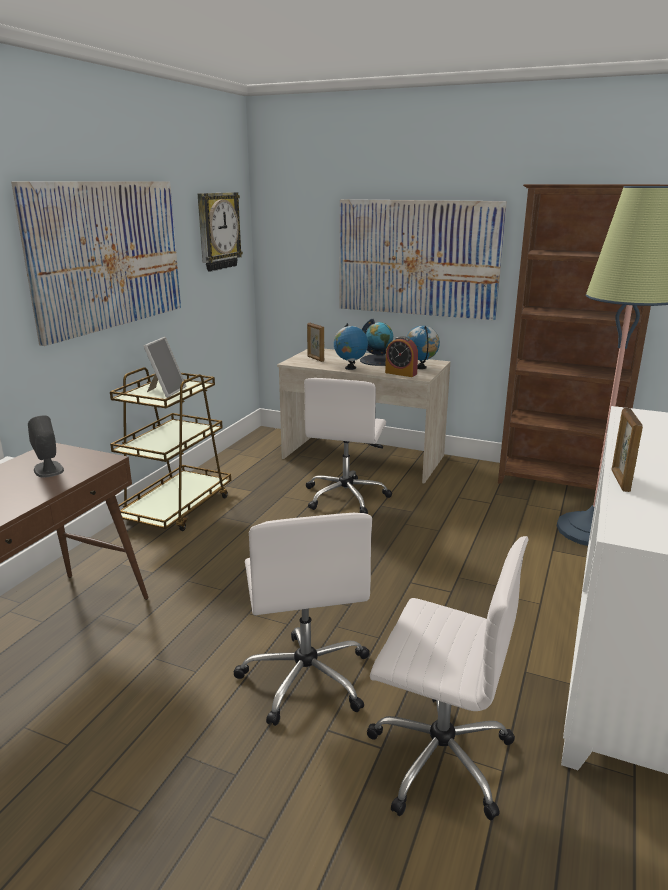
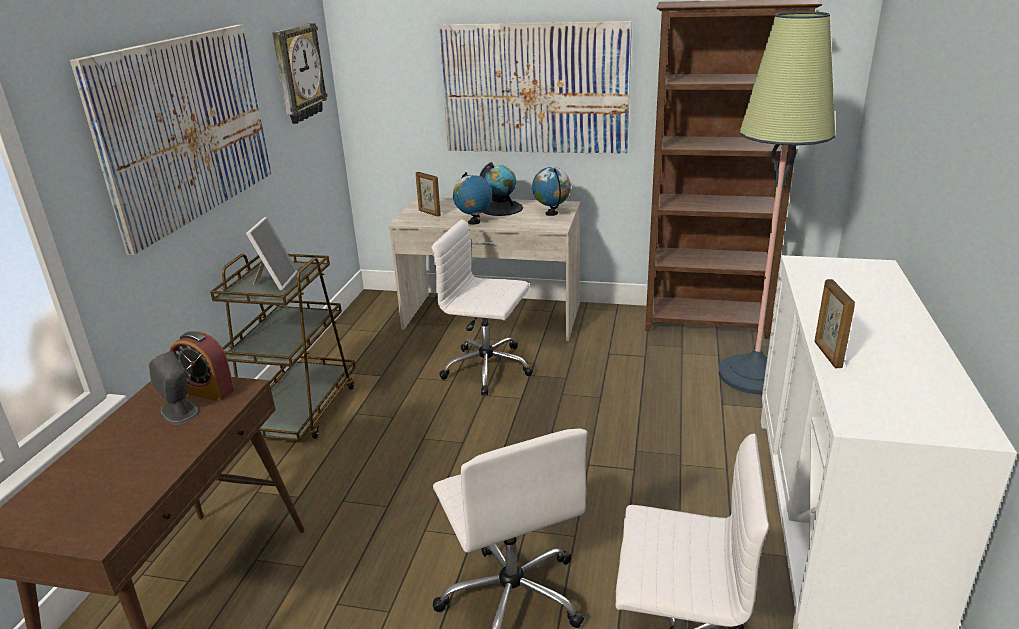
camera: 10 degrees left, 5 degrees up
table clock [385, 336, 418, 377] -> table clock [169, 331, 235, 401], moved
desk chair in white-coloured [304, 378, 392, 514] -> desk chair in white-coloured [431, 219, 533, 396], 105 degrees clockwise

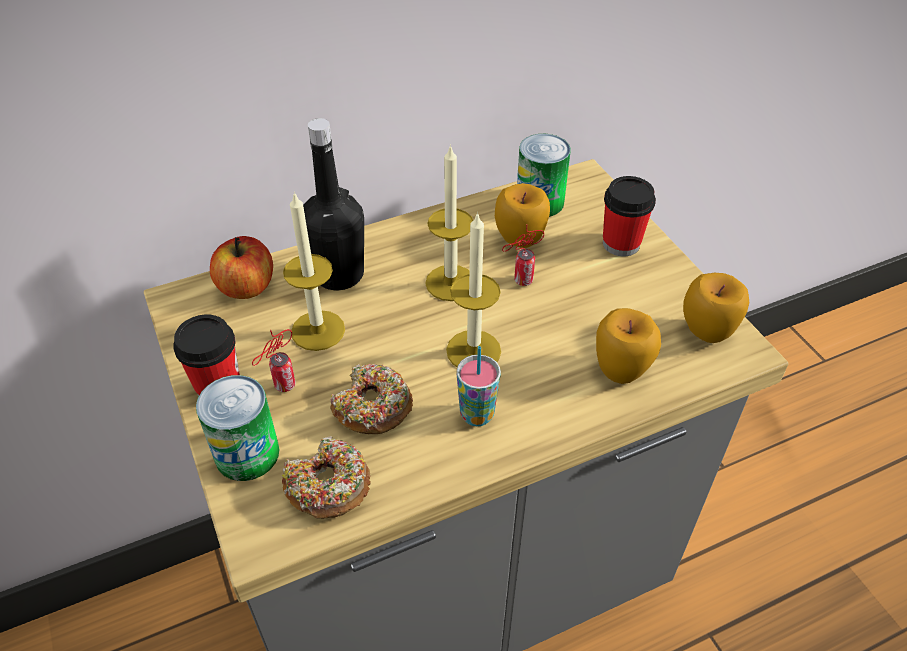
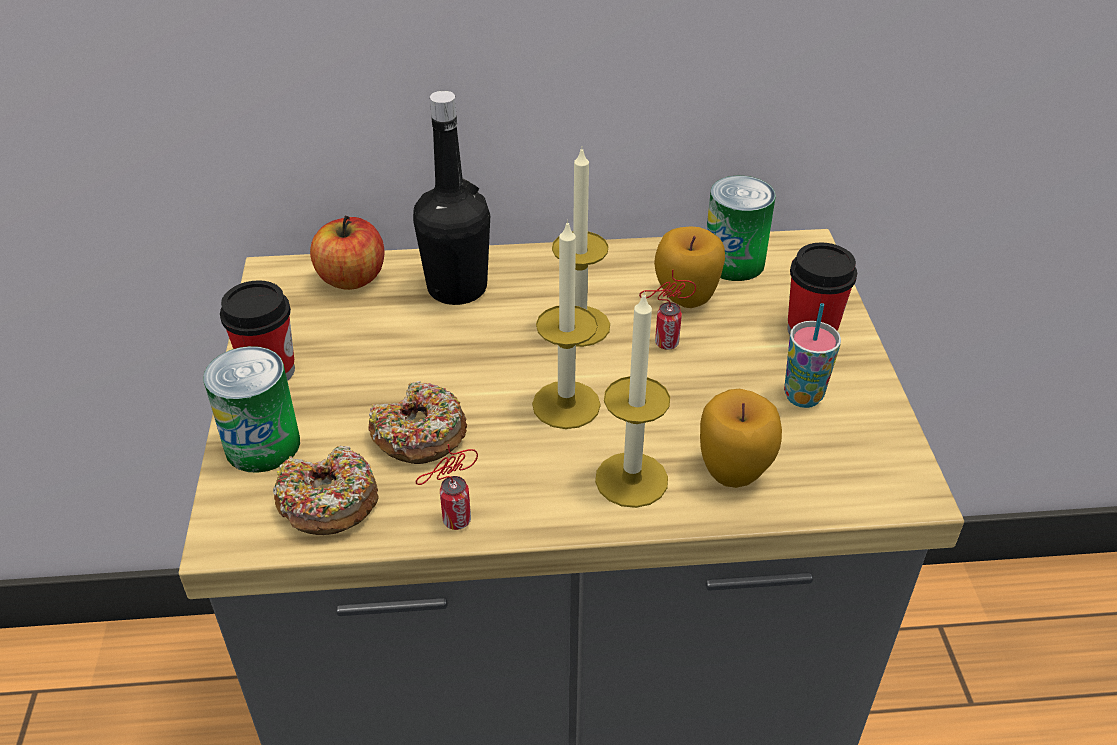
camera: 20 degrees right, 5 degrees down
whole apple [683, 273, 749, 343] -> none
can [252, 329, 296, 392] -> can [416, 444, 478, 530], moved
wax candle [283, 192, 345, 351] -> wax candle [595, 292, 670, 508], moved
drinking cup [456, 346, 501, 426] -> drinking cup [784, 303, 841, 408], moved

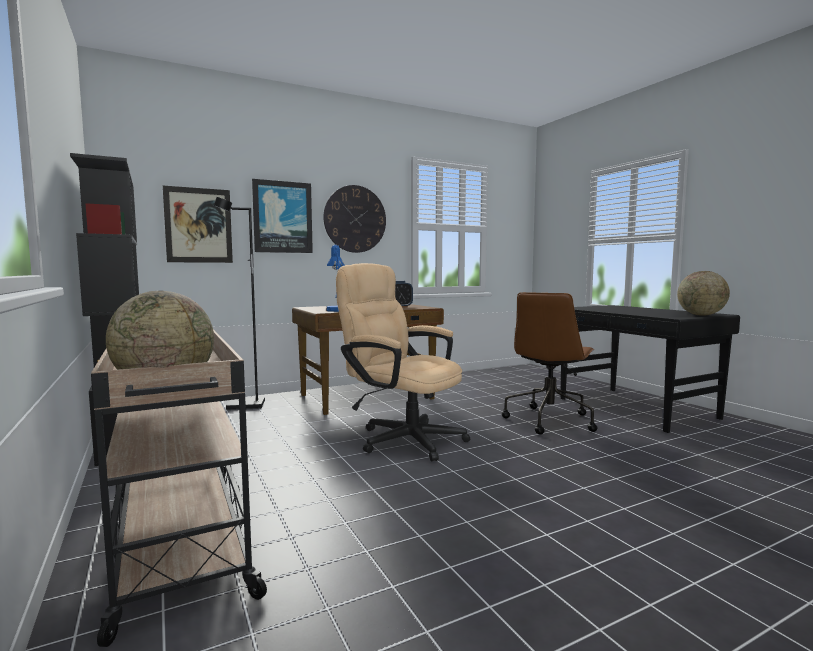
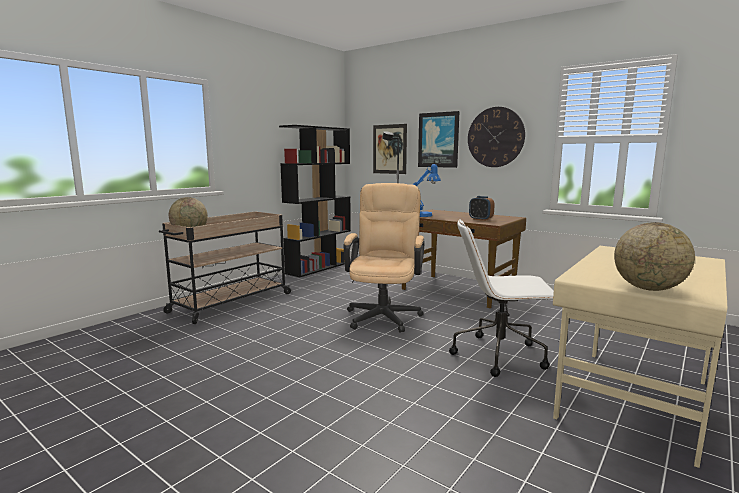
camera: 65 degrees right, 5 degrees up
desk chair in brown-coloured [502, 292, 597, 435] -> desk chair in white-coloured [449, 219, 554, 377]
desk unit in black [560, 305, 740, 433] -> desk unit in beige-coloured [553, 246, 727, 468]

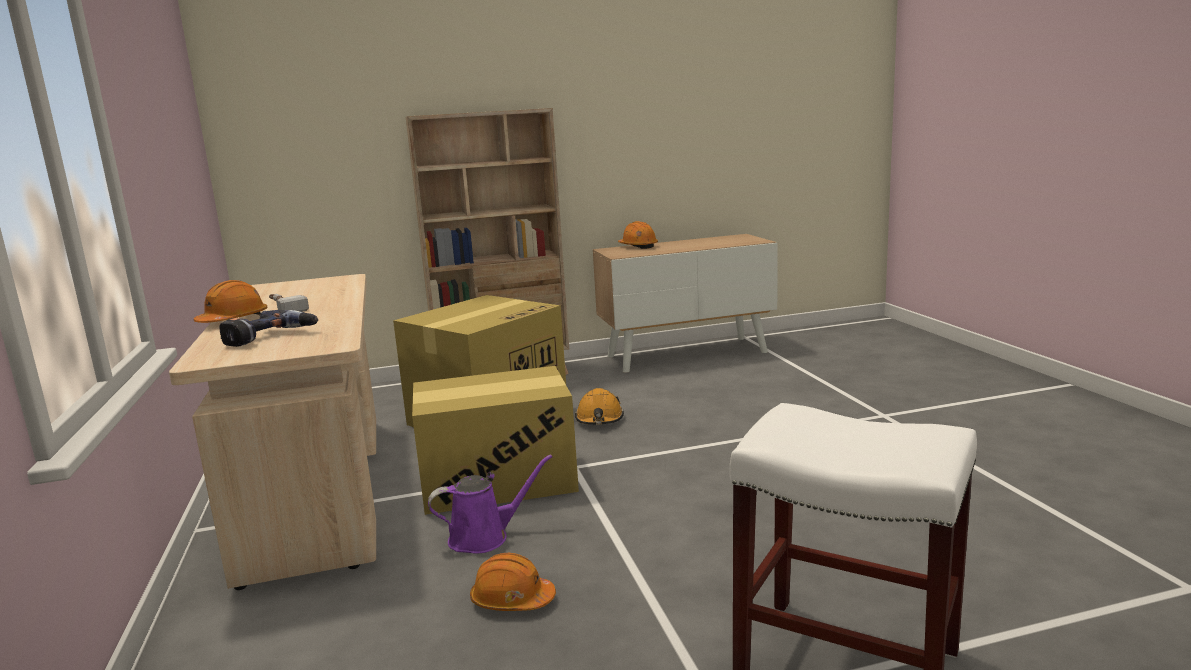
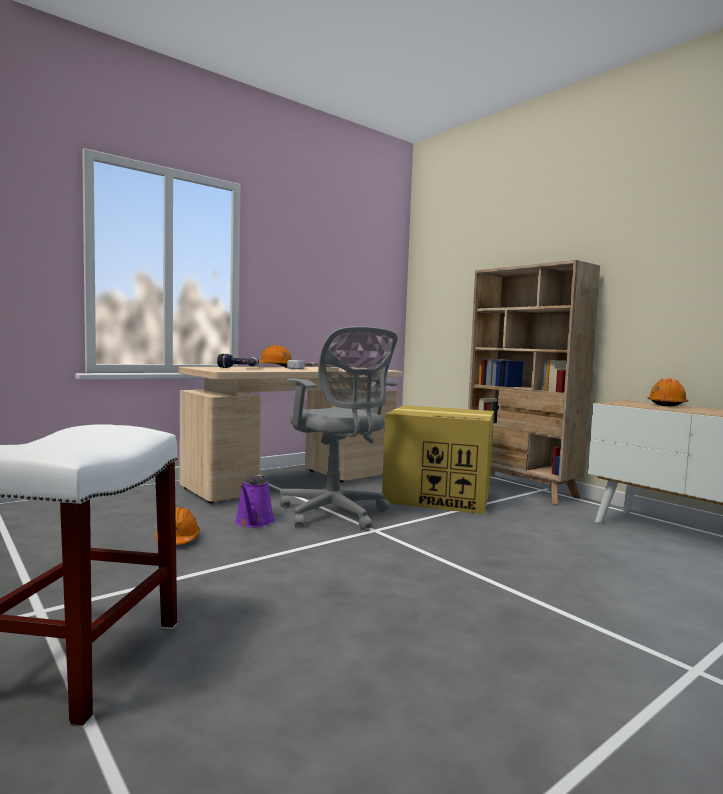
camera: 65 degrees right, 10 degrees down
hard hat in orangey [575, 388, 624, 425] -> none
cardboard box [412, 366, 579, 515] -> desk chair in gray [280, 326, 398, 530]
sprinkling can in purple-coloured [428, 455, 552, 554] -> sprinkling can in purple-coloured [235, 475, 275, 527], 45 degrees clockwise

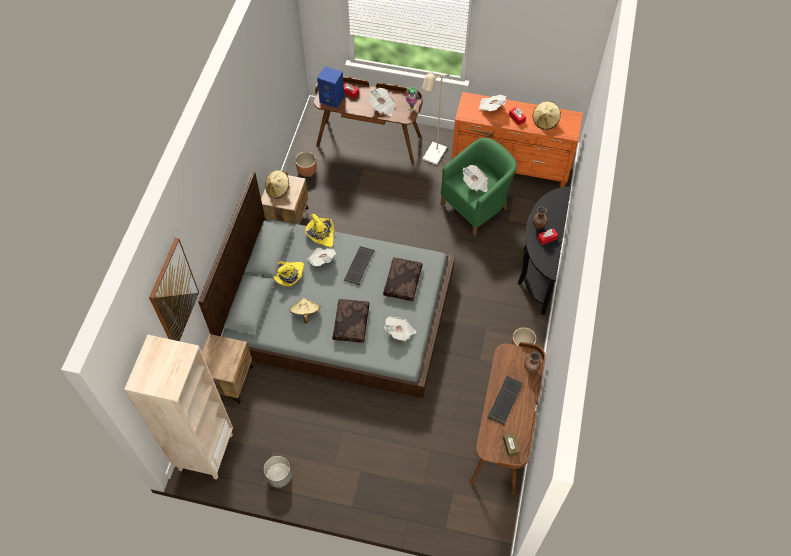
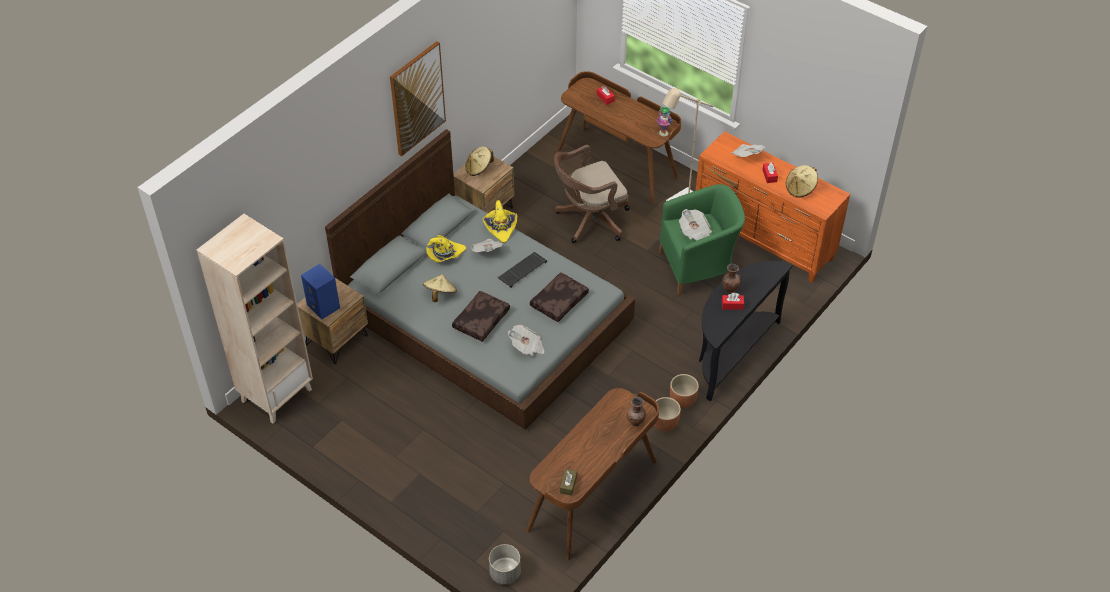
camera: 25 degrees right, 10 degrees down
newspaper [369, 88, 396, 116] -> none
keyboard [487, 376, 523, 425] -> none
none -> desk chair in brown-coloured [554, 145, 630, 243]
wall picture [149, 238, 199, 341] -> wall picture [390, 41, 446, 157], moved
flower pot in gray [264, 456, 292, 487] -> flower pot in gray [489, 544, 521, 585], moved
flower pot in brown-coloured [295, 151, 317, 176] -> flower pot in brown-coloured [670, 374, 699, 408], moved
speaker in blue [317, 66, 344, 108] -> speaker in blue [301, 264, 340, 319], moved

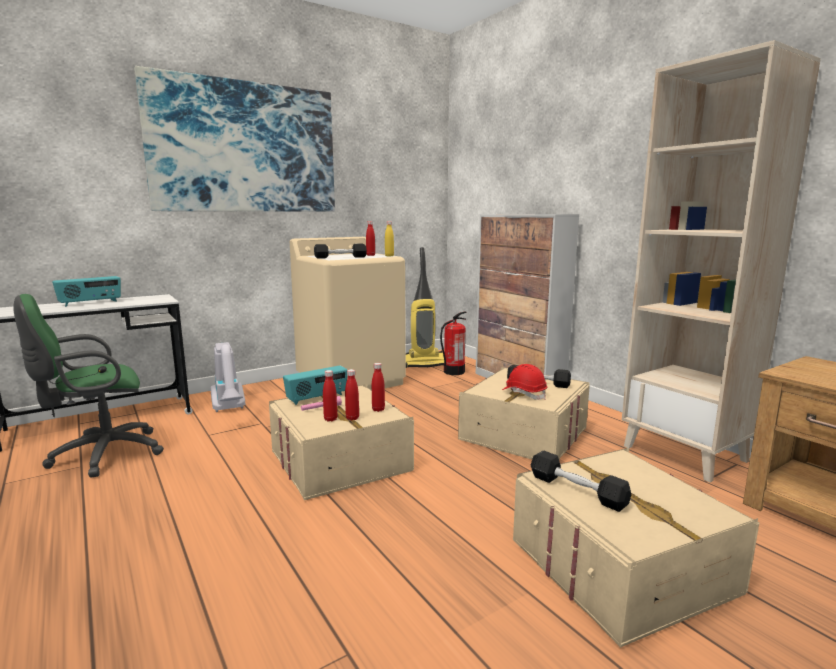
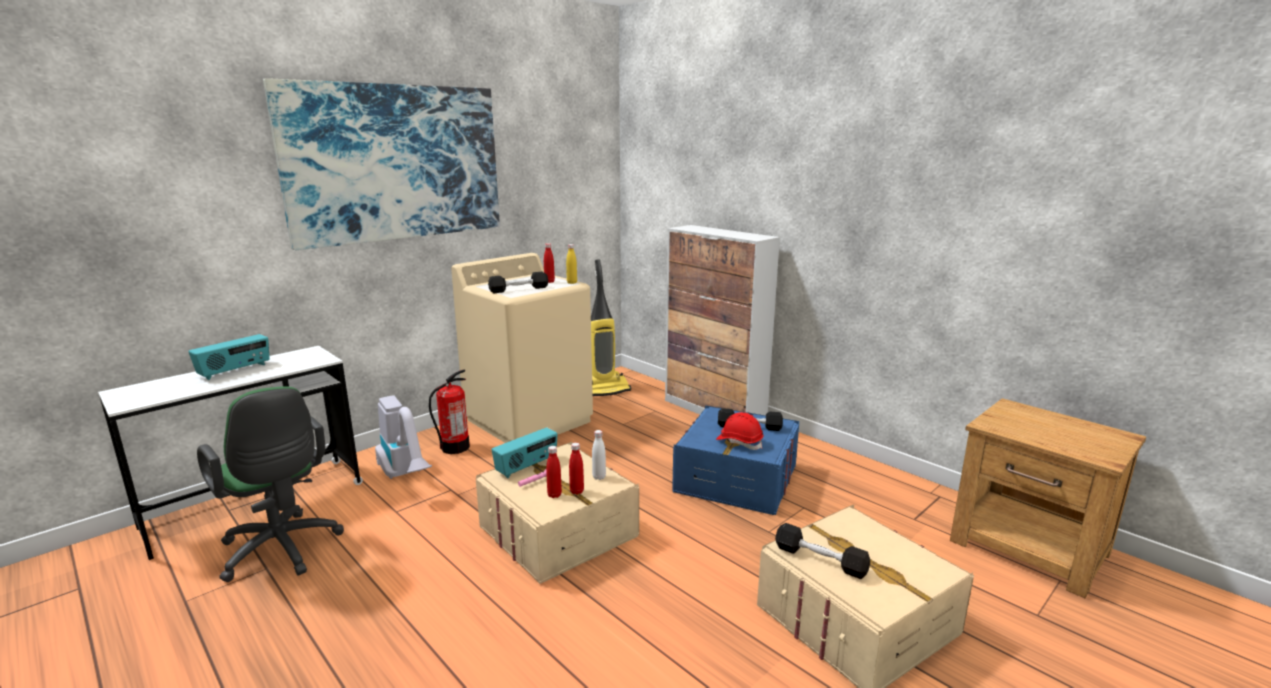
camera: 10 degrees left, 5 degrees up
bookshelf in beige-coloured [622, 40, 821, 482] -> none
fire extinguisher [440, 311, 466, 375] -> fire extinguisher [429, 370, 470, 454], moved
drink bottle in red-coloured [372, 363, 385, 412] -> drink bottle in white-coloured [592, 430, 606, 480]
storage box in beige-coloured [458, 367, 590, 459] -> storage box in blue [672, 406, 799, 515]
desk chair in green [13, 294, 164, 477] -> desk chair in green [197, 386, 344, 582], 90 degrees counterclockwise

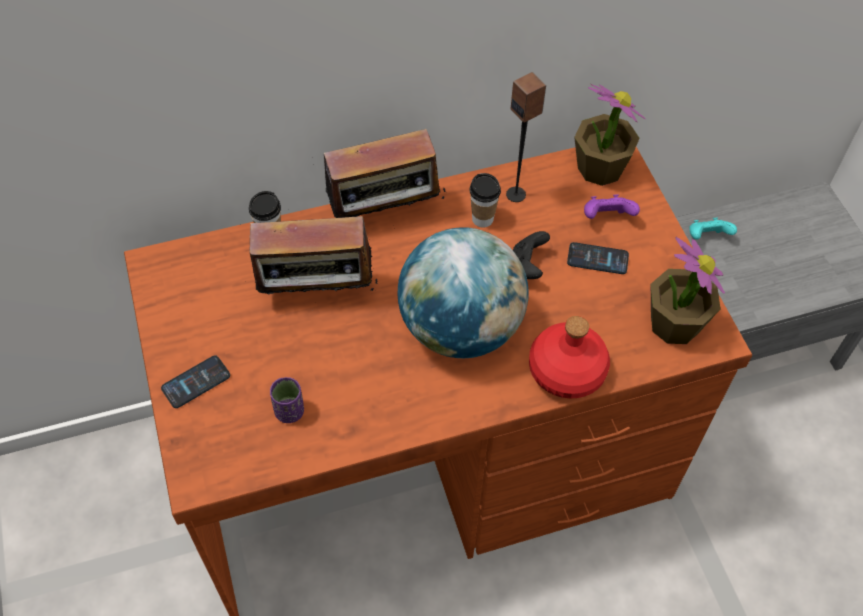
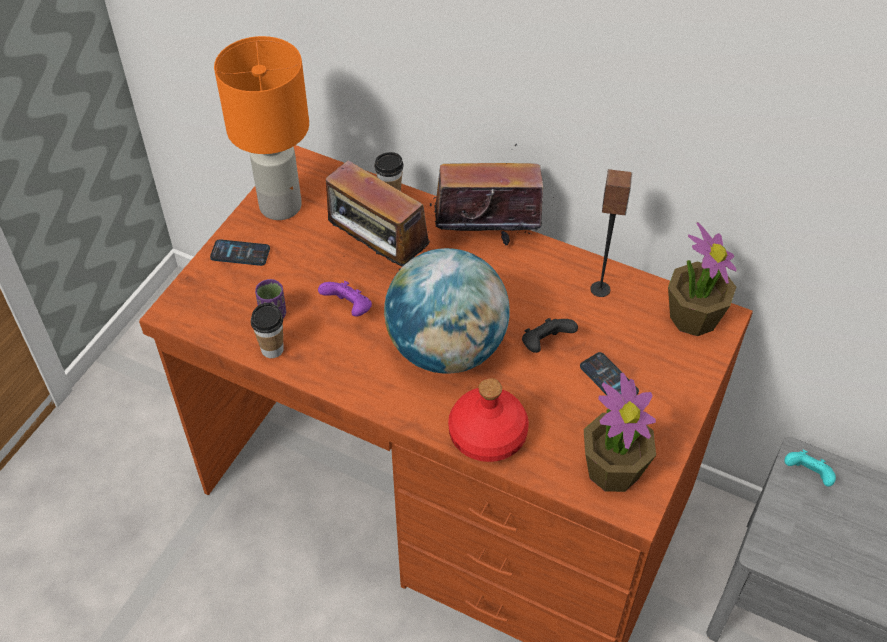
camera: 45 degrees right, 5 degrees down
none -> tabletop lamp in orangey [214, 36, 309, 220]
drinking cup [469, 173, 501, 228] -> drinking cup [251, 303, 284, 358], moved
game controller in purple-coloured [584, 194, 640, 219] -> game controller in purple-coloured [318, 281, 372, 316], moved
radio set [313, 129, 445, 218] -> radio set [430, 144, 543, 246], 150 degrees clockwise

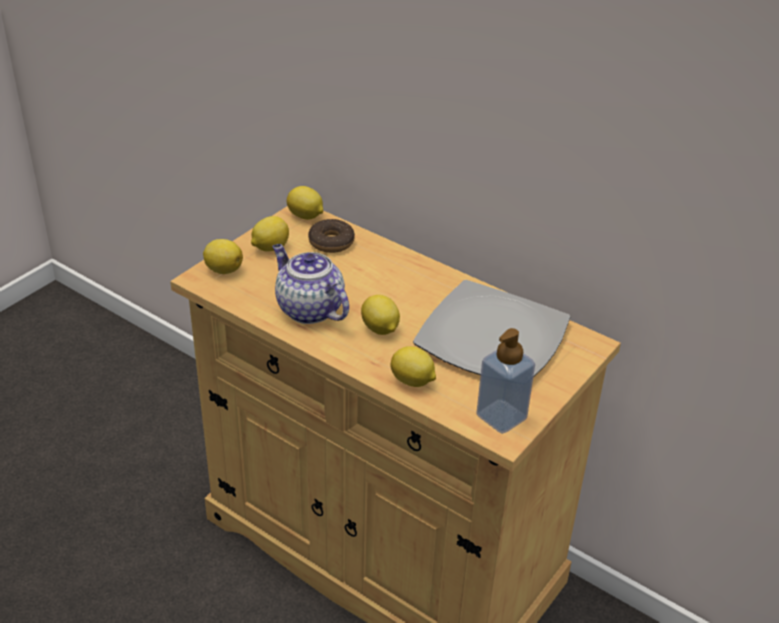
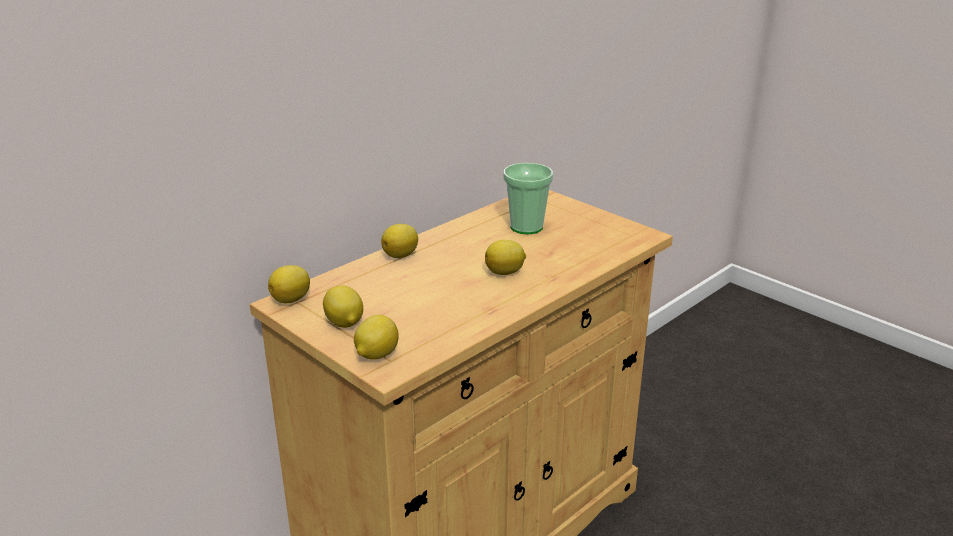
camera: 80 degrees left, 10 degrees down
teapot [272, 244, 349, 324] -> none
doughnut [308, 219, 355, 253] -> none
liquid soap bottle [476, 328, 535, 434] -> none
whole lemon [390, 346, 436, 387] -> whole lemon [381, 224, 418, 258], moved
plate [413, 280, 570, 377] -> drinking cup [503, 163, 553, 234]

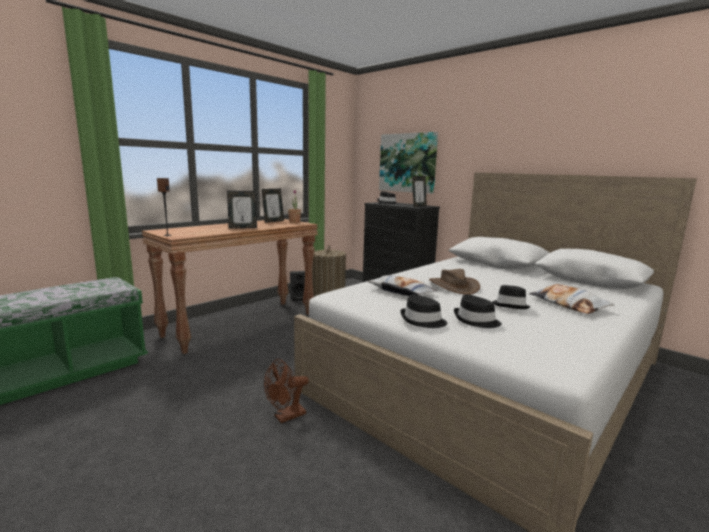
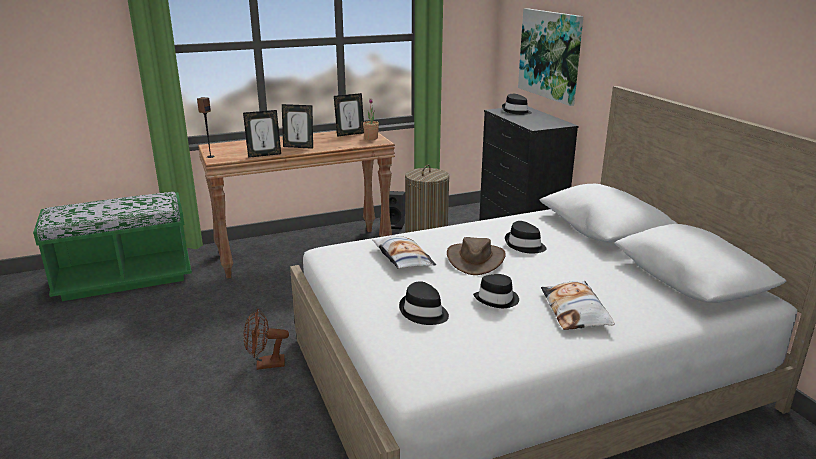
camera: 25 degrees right, 10 degrees up
hat in black [400, 294, 448, 328] -> hat in black [505, 221, 547, 253], moved
picture frame [412, 176, 427, 207] -> picture frame [243, 110, 281, 158], moved

